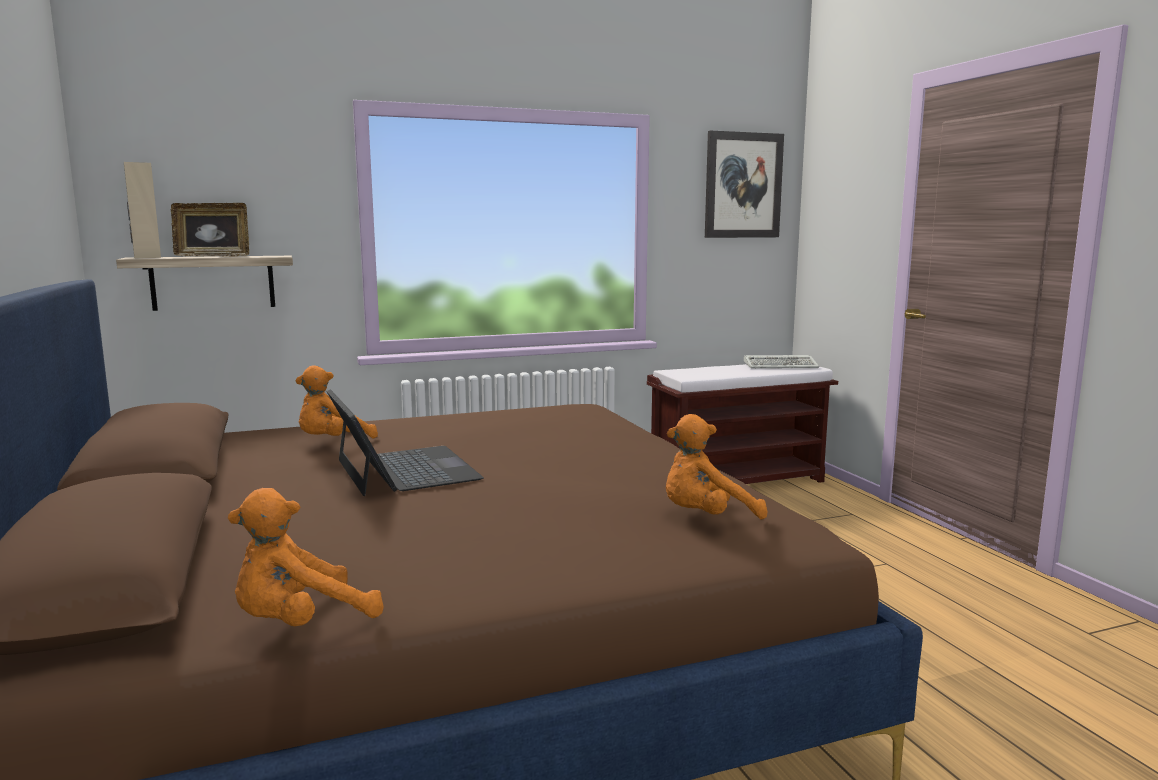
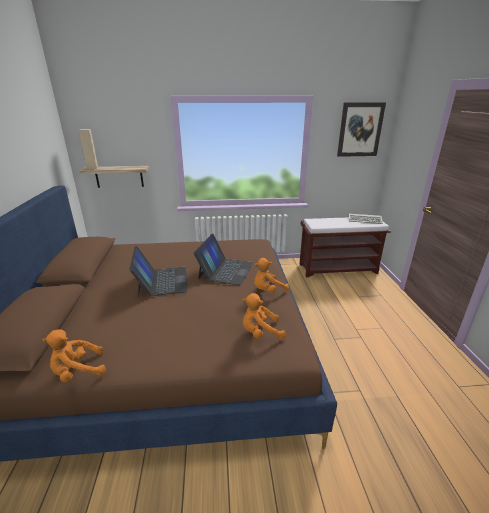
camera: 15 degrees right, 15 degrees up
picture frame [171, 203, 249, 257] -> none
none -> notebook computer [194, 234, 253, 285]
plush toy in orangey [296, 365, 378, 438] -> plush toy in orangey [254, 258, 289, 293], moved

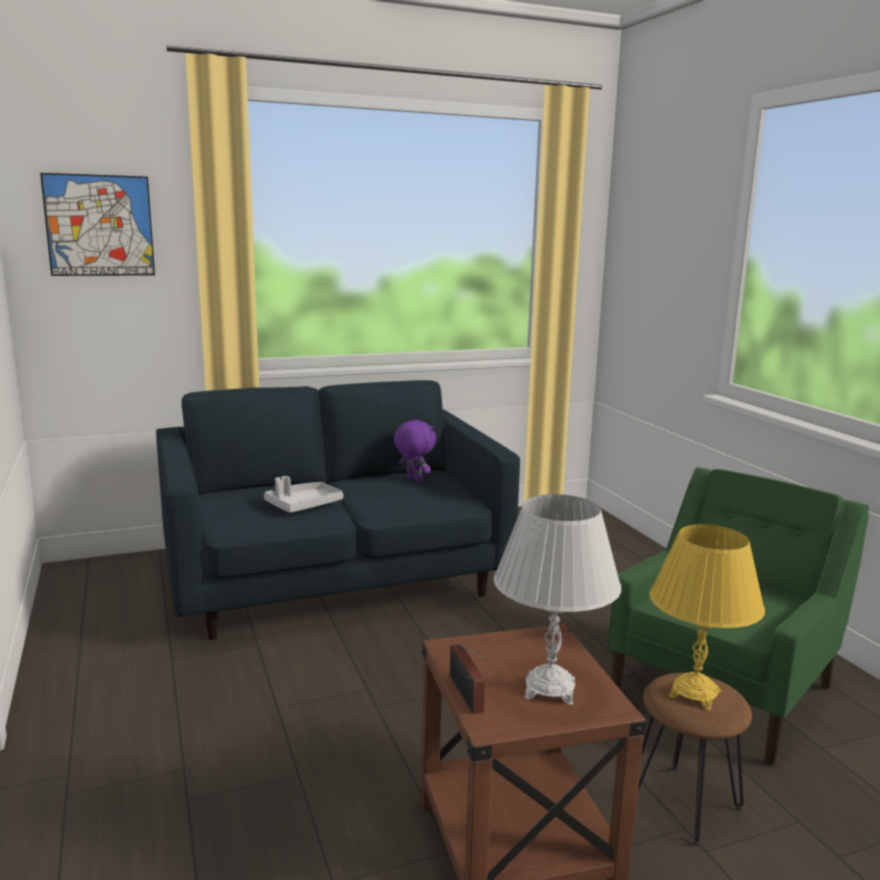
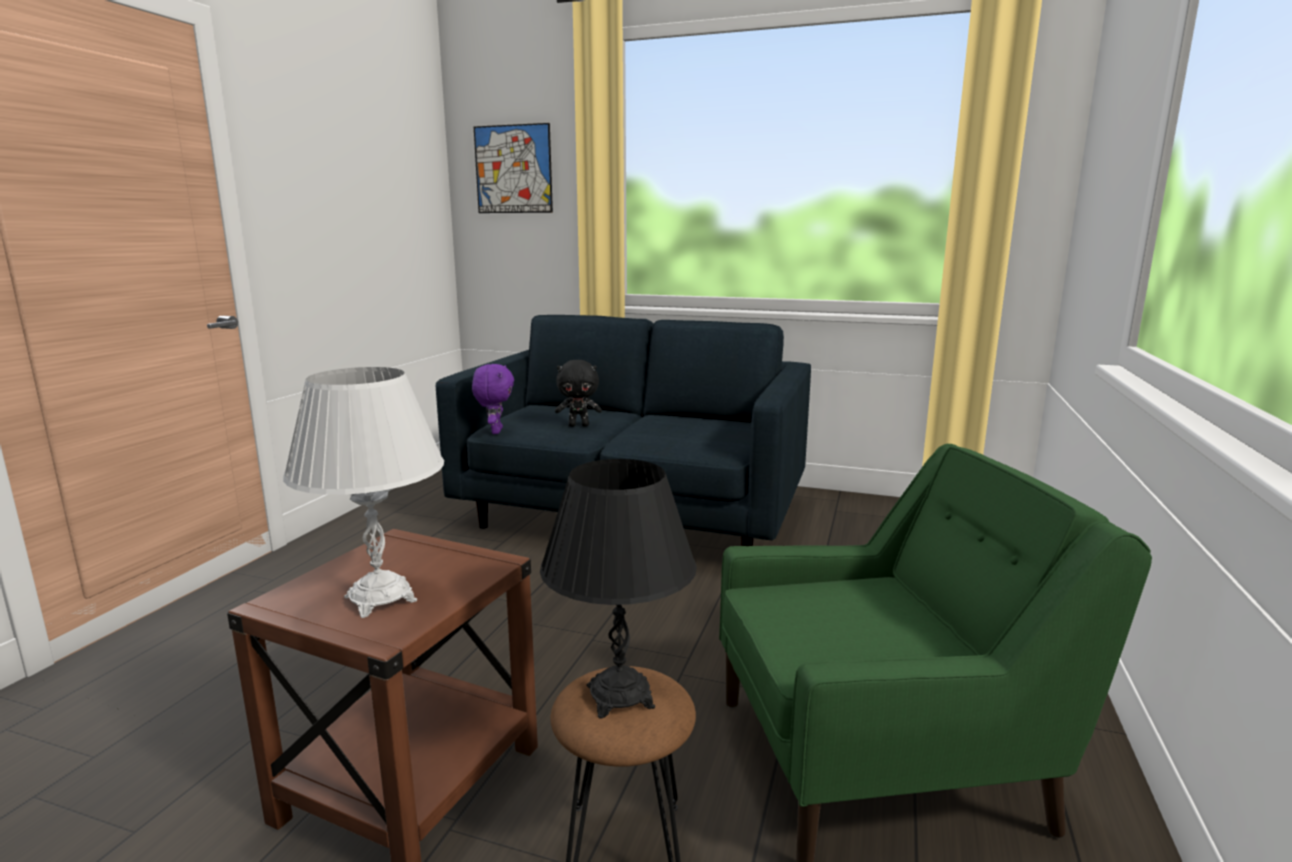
camera: 40 degrees right, 0 degrees up
radio set [450, 644, 487, 714] -> none
plush toy in purple-coloured [394, 420, 436, 482] -> plush toy in purple-coloured [472, 364, 514, 434], moved
tray in gray [264, 476, 343, 513] -> plush toy in black [555, 360, 602, 427]
tabletop lamp in yellow-coloured [649, 524, 765, 710] -> tabletop lamp in black [540, 459, 697, 719]

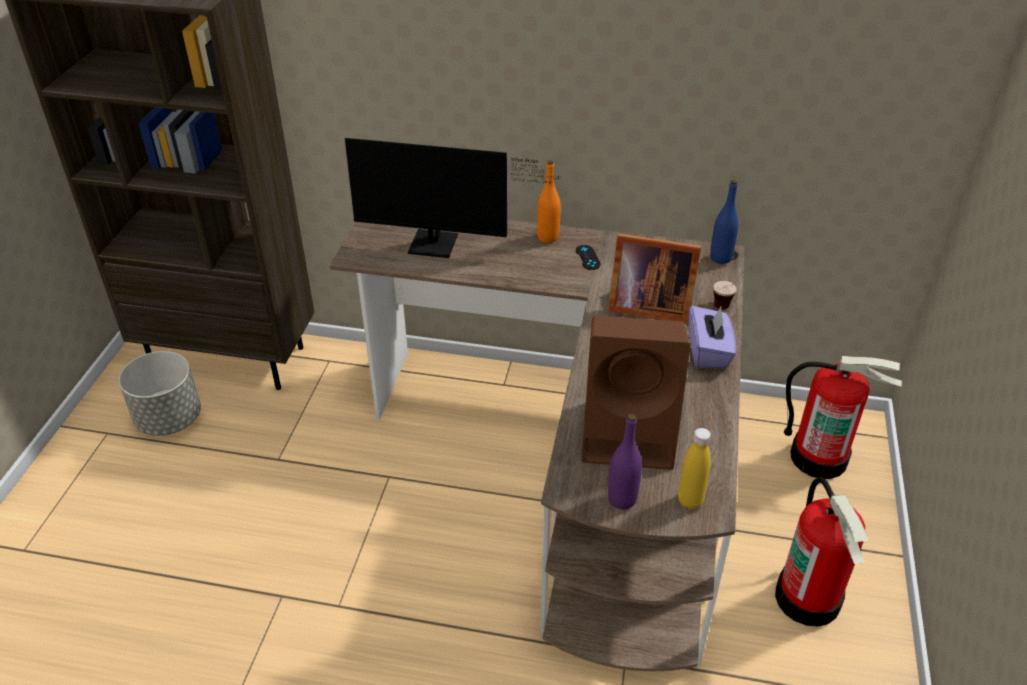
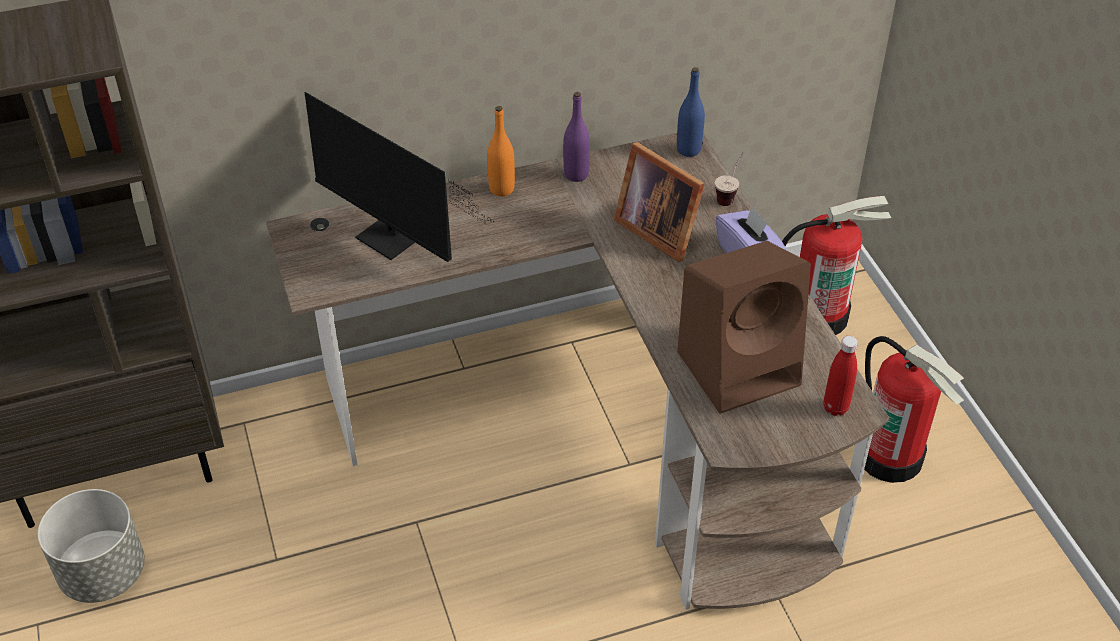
camera: 30 degrees left, 5 degrees up
game controller in black [576, 245, 601, 270] -> none
drink bottle in purple-coloured [608, 414, 642, 510] -> drink bottle in purple-coloured [563, 92, 590, 182], moved
drink bottle in yellow-coloured [678, 428, 711, 509] -> drink bottle in red-coloured [823, 336, 858, 416]
computer screen [345, 138, 561, 258] -> computer screen [305, 92, 493, 262], 60 degrees clockwise
picture frame [608, 233, 701, 325] -> picture frame [614, 142, 705, 262], 60 degrees clockwise

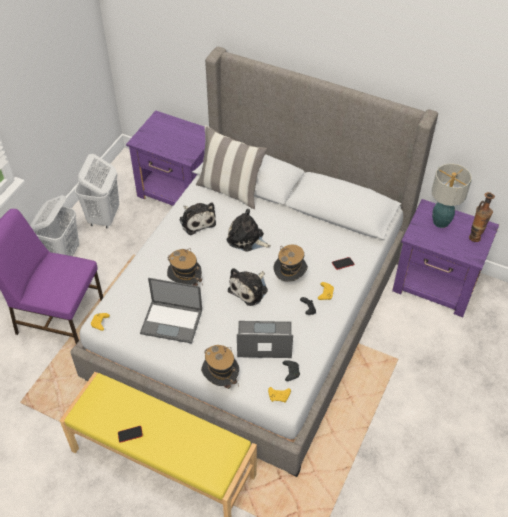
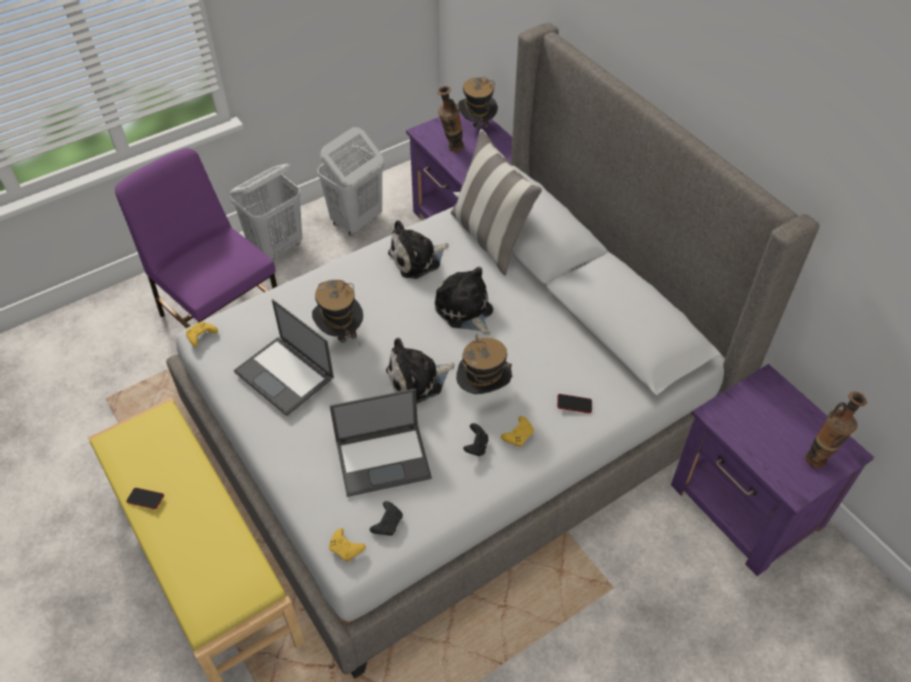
camera: 30 degrees right, 0 degrees up
tabletop lamp [432, 163, 472, 228] -> none
none -> decorative vase [438, 86, 464, 152]
hat [201, 345, 239, 389] -> hat [458, 77, 498, 129], moved
plush toy [179, 202, 216, 235] -> plush toy [388, 220, 449, 279], 60 degrees clockwise
notebook computer [237, 321, 293, 358] -> notebook computer [330, 389, 432, 497], 135 degrees clockwise

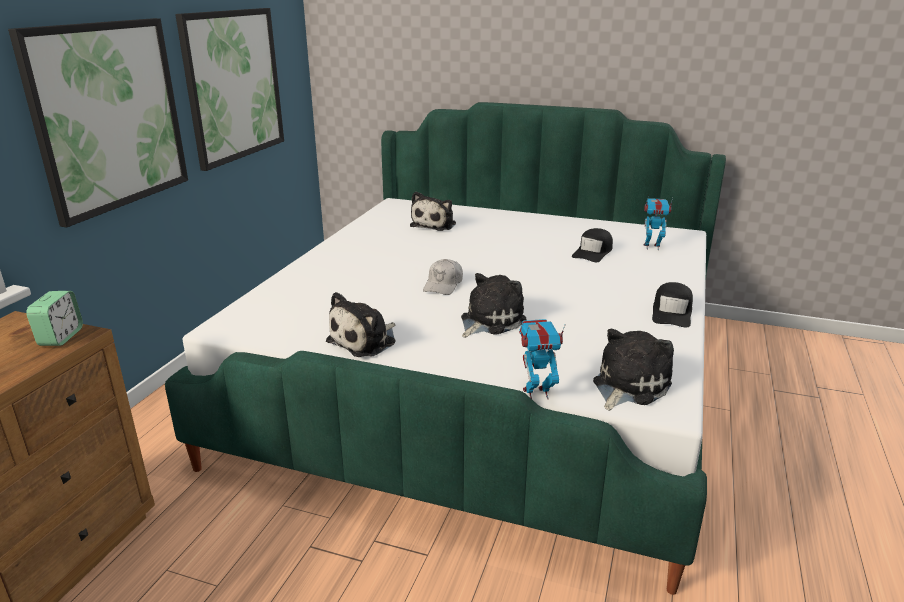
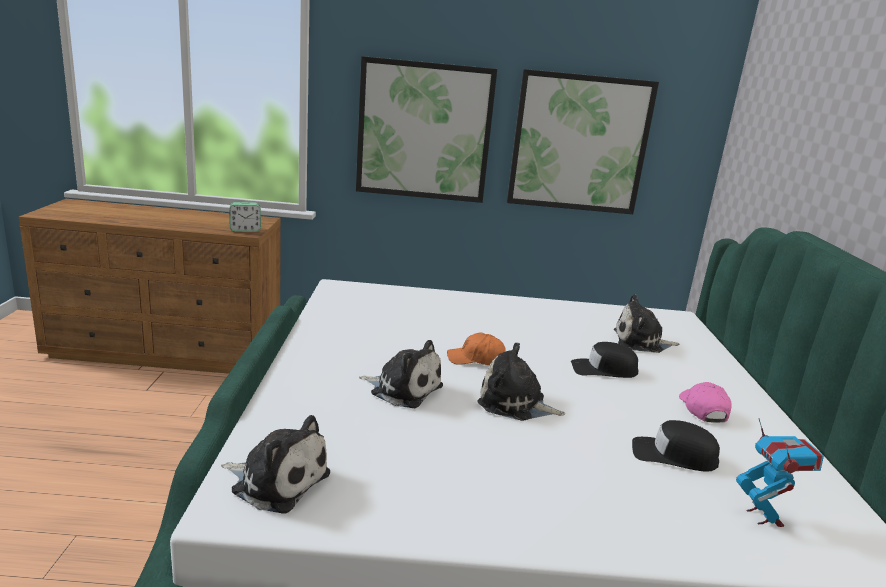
camera: 70 degrees right, 5 degrees down
toy robot [519, 319, 566, 399] -> none
none -> peaked cap in pink-coloured [679, 382, 732, 423]
plush toy [326, 292, 396, 357] -> plush toy [477, 343, 565, 421], moved
peaked cap in black [652, 282, 693, 328] -> peaked cap in black [571, 342, 638, 378], moved
peaked cap in white-coloured [423, 259, 463, 295] -> peaked cap in orangey [447, 332, 505, 365]

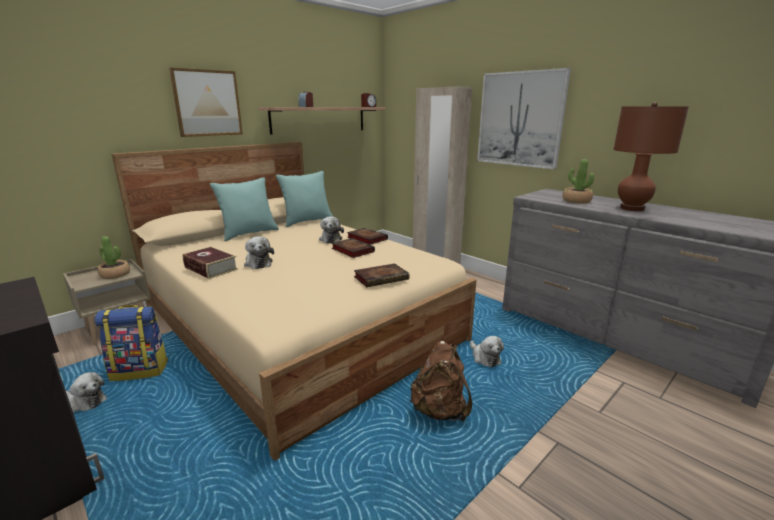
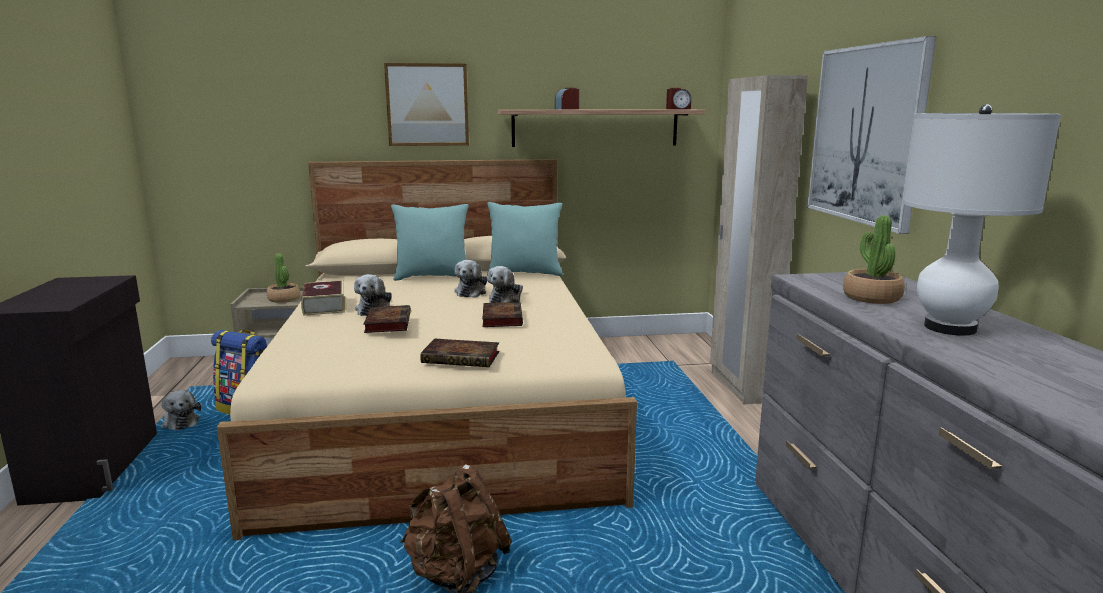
camera: 35 degrees right, 5 degrees down
bound book [347, 228, 388, 245] -> bound book [363, 305, 411, 333], moved
plush toy [470, 336, 504, 367] -> plush toy [454, 260, 487, 298], moved
tabletop lamp in brown-coloured [613, 102, 689, 211] -> tabletop lamp in white-coloured [903, 104, 1061, 336]

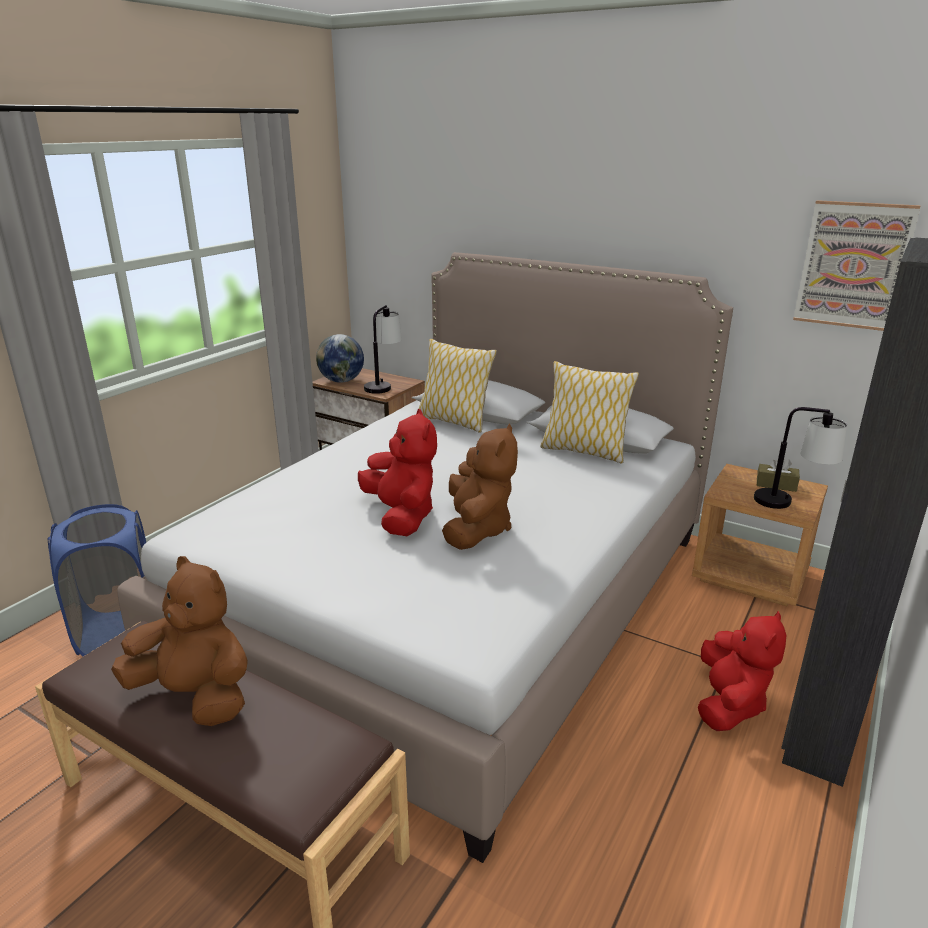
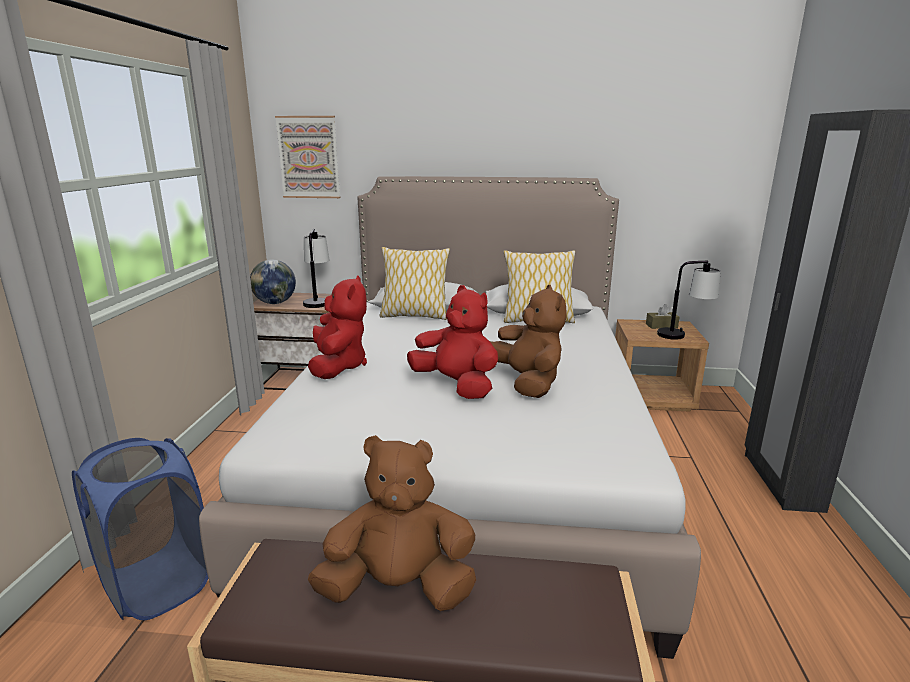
camera: 25 degrees left, 5 degrees down
plush toy in red-coloured [698, 611, 786, 731] -> plush toy in red-coloured [308, 276, 367, 379], moved
wall picture [793, 200, 921, 331] -> wall picture [275, 116, 340, 198], moved

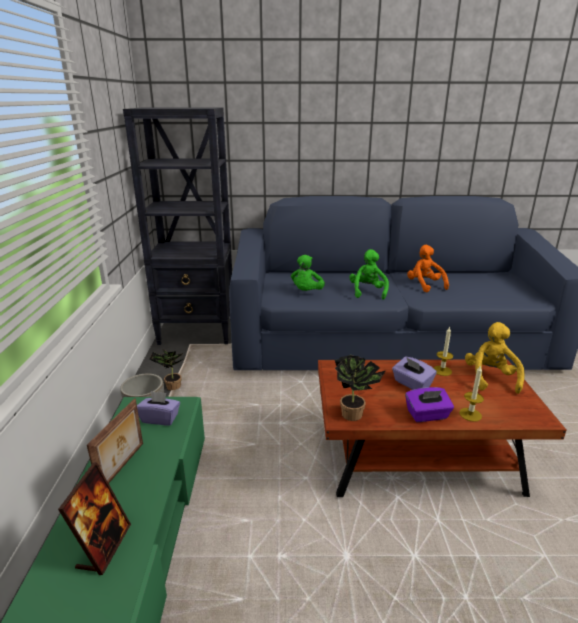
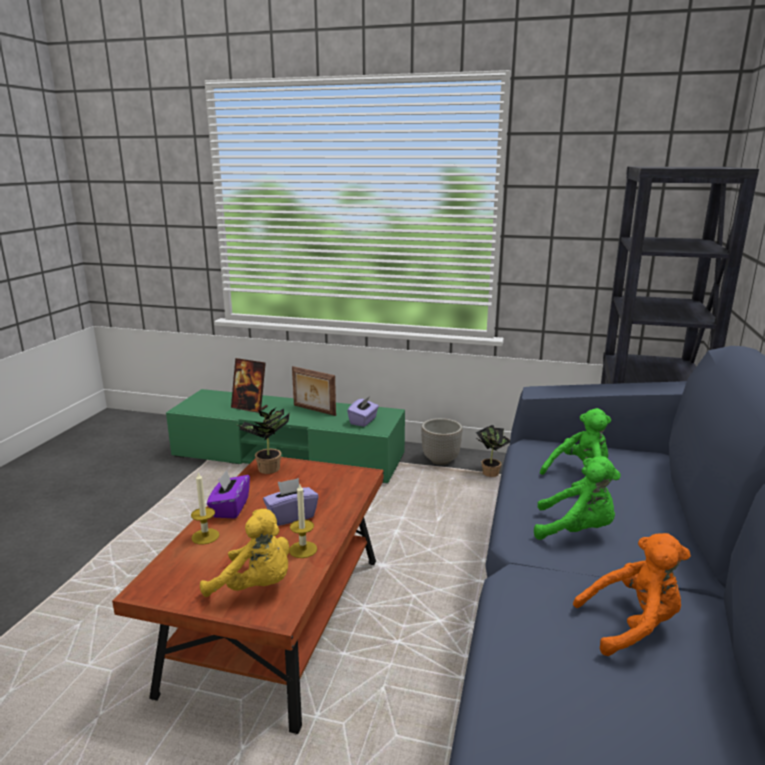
camera: 105 degrees right, 5 degrees down
plush toy in green [291, 255, 325, 291] -> plush toy in green [540, 408, 611, 488], 120 degrees clockwise

